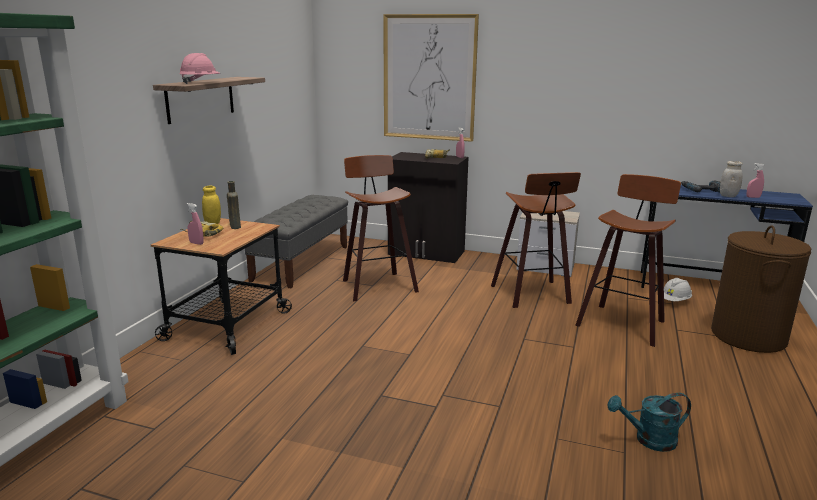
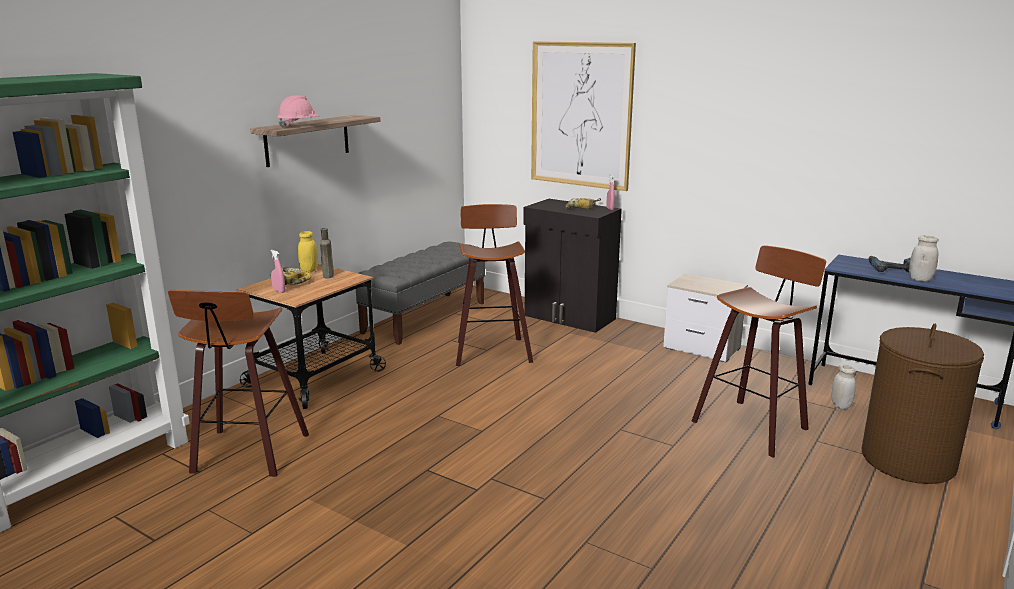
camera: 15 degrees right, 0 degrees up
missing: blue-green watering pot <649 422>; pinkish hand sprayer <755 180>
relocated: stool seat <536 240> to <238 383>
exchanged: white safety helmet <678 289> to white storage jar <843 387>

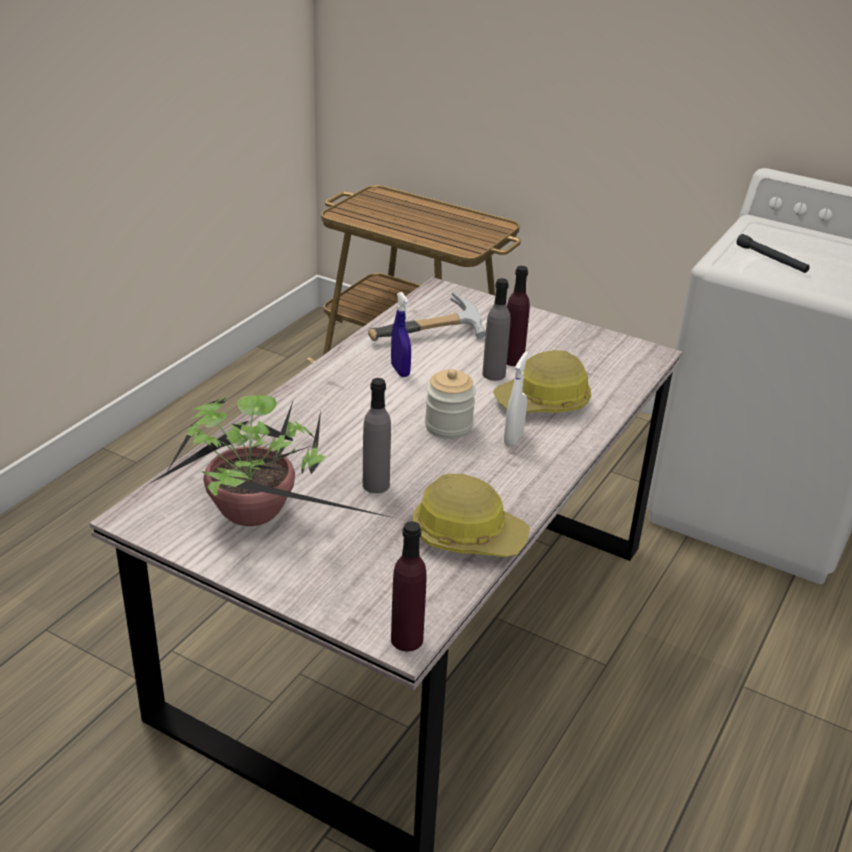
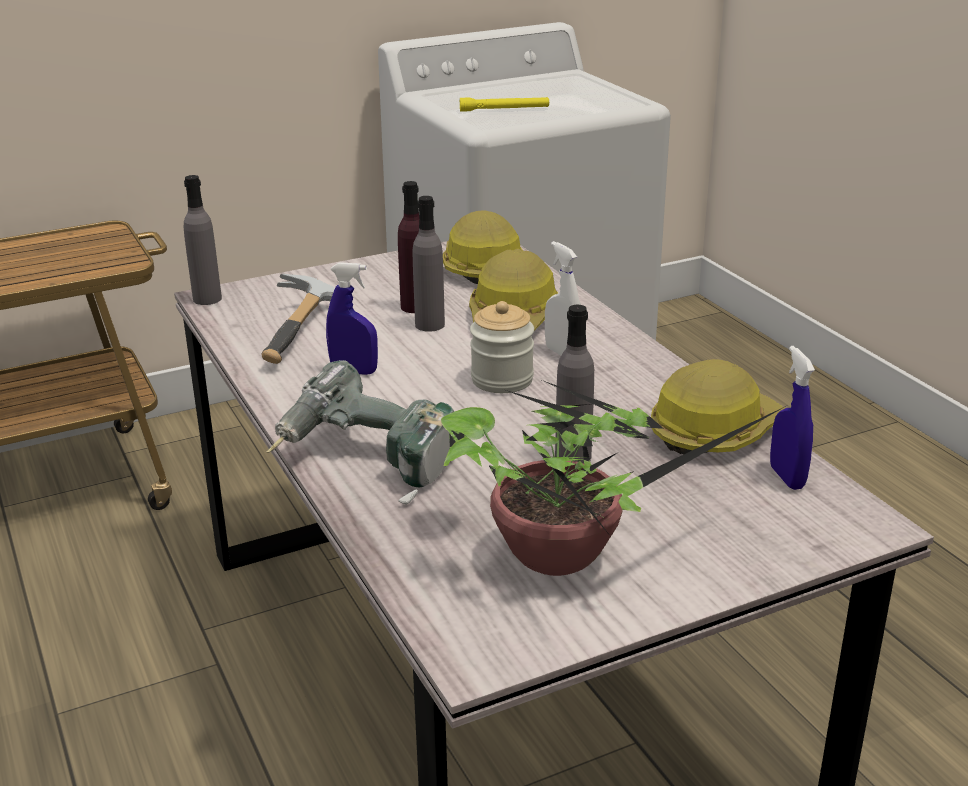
camera: 55 degrees left, 5 degrees down
missing: purple beverage bottle <409 586>
appeared: gray beverage bottle <203 240>; drill <360 432>; safety helmet <483 247>; bluish hand sprayer <792 418>
colour: black flashlight <773 253> to yellow flashlight <504 104>

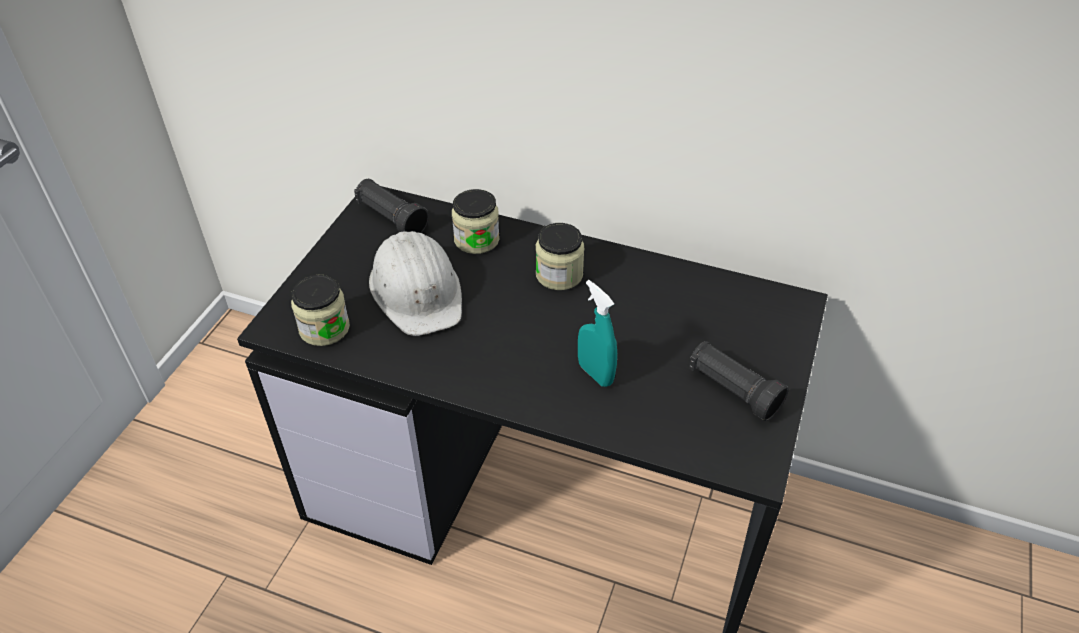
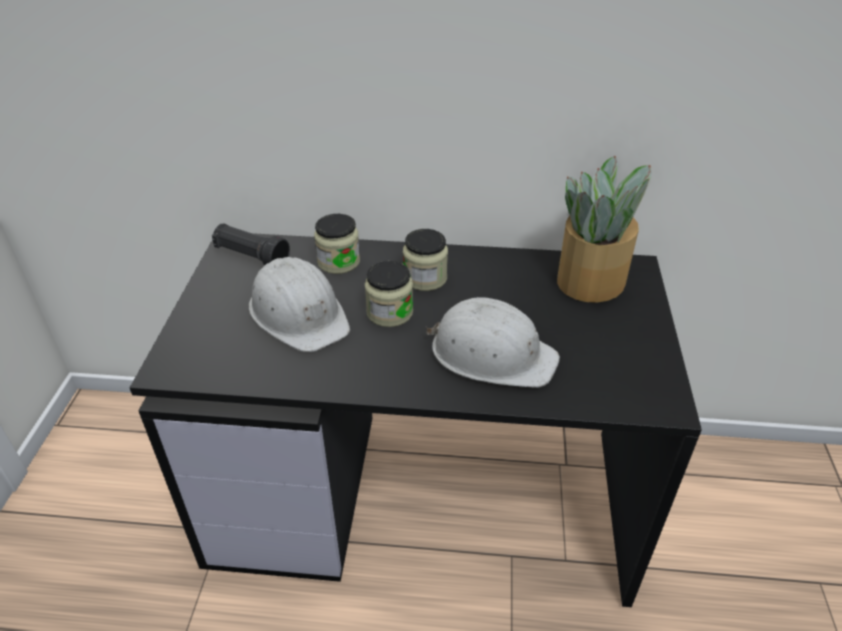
camera: 15 degrees left, 5 degrees down
missing: black flashlight <738 381>
appeared: houseplant <604 229>
relocated: storage jar <320 310> to <389 294>
exchanged: blue-green hand sprayer <597 333> to white safety helmet <493 342>

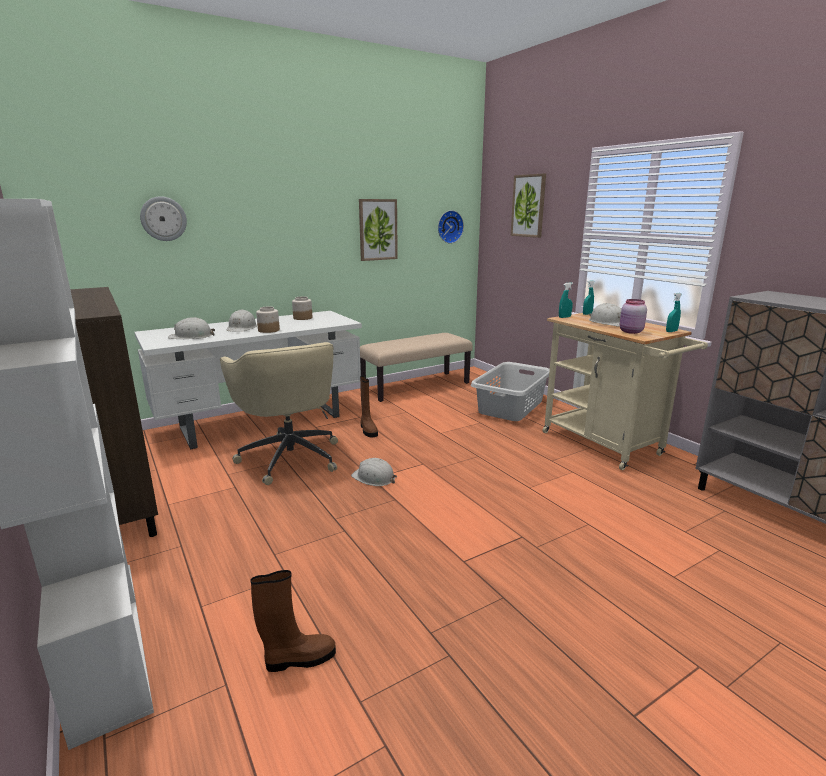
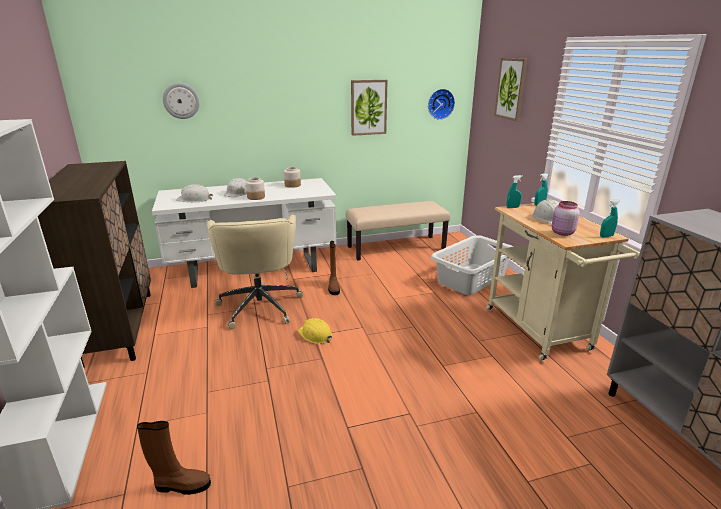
camera: 15 degrees right, 5 degrees up
colour: white safety helmet <374 472> to yellow safety helmet <315 331>

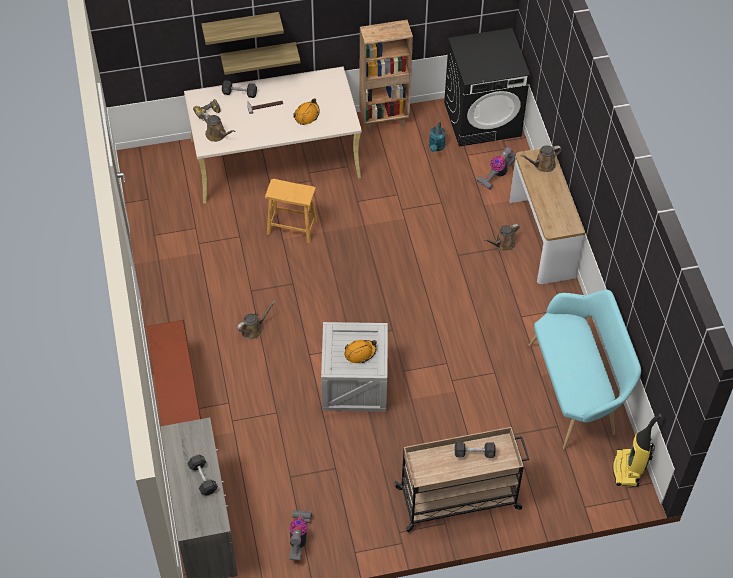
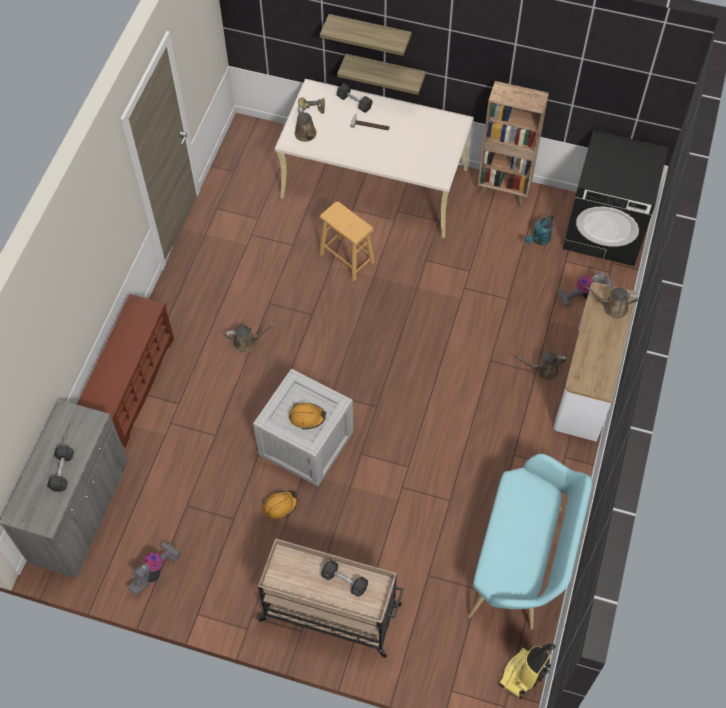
camera: 30 degrees right, 5 degrees up
relocated: orange-coloured safety helmet <306 111> to <280 505>

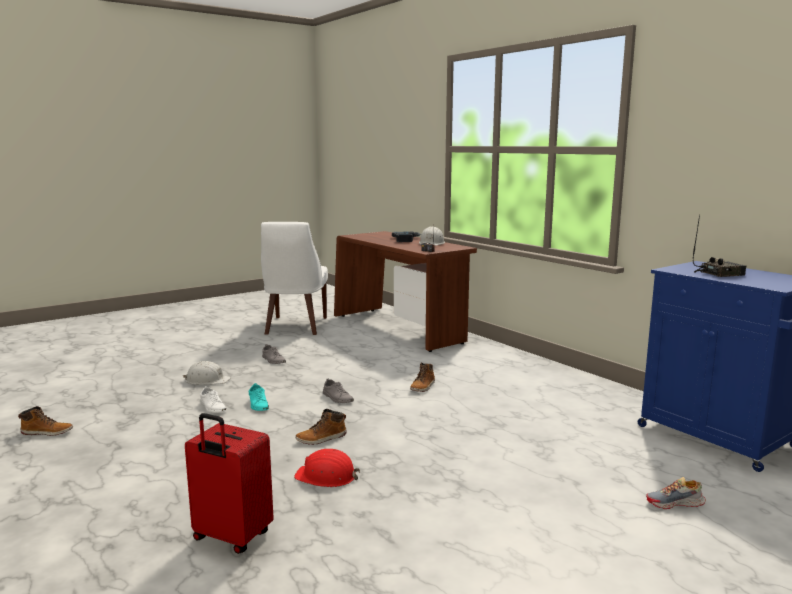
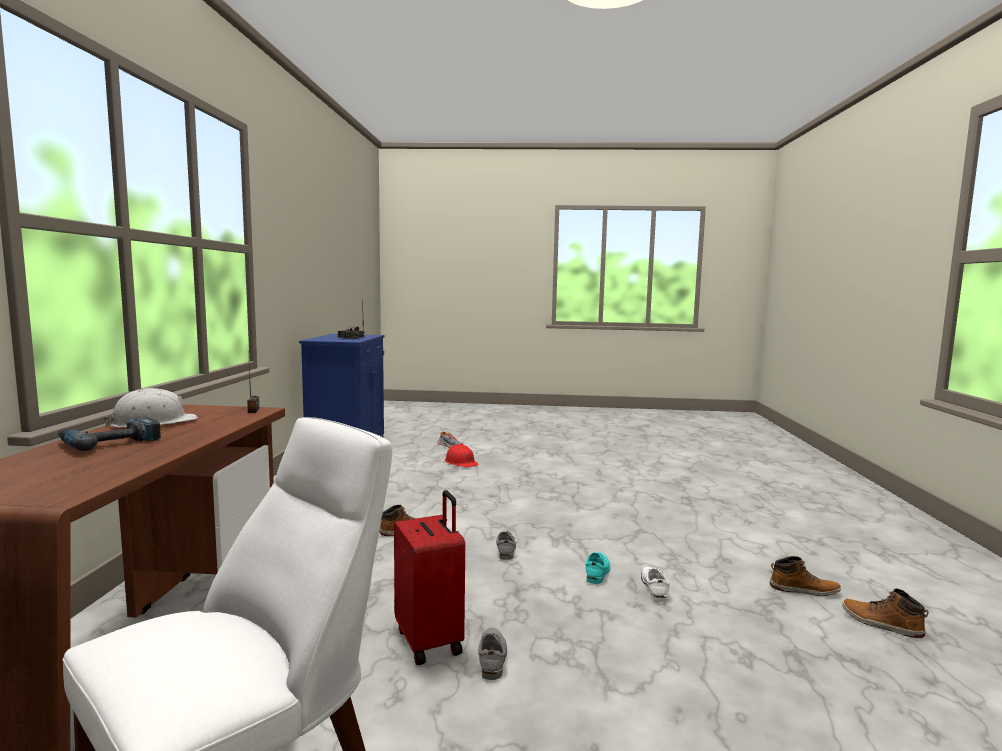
camera: 140 degrees left, 5 degrees down
missing: white safety helmet <207 373>
relocated: reddish piece of luggage <229 483> to <429 577>; reddish safety helmet <327 468> to <462 455>; boot <320 427> to <805 576>

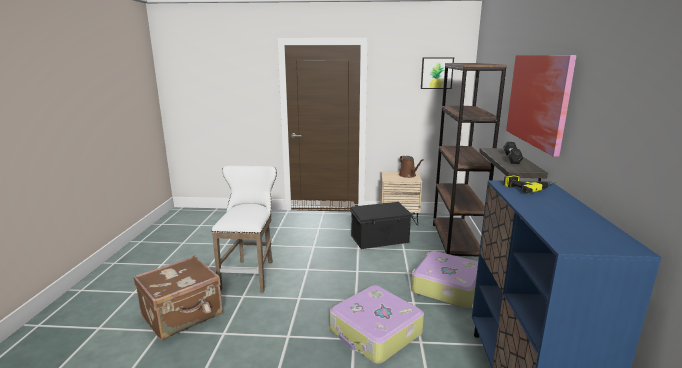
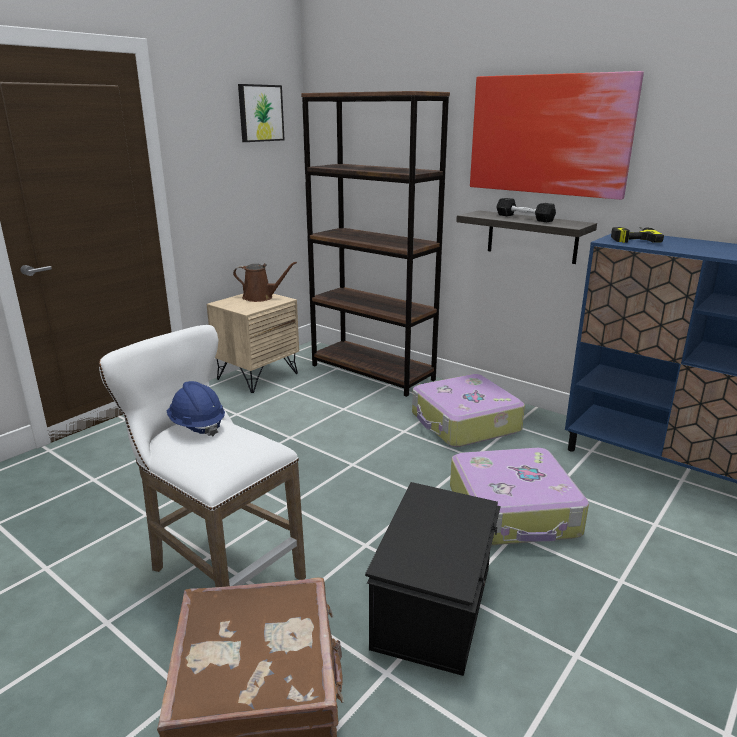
camera: 55 degrees left, 5 degrees up
appeared: bluish safety helmet <196 409>
relocated: black storage bin <381 225> to <433 579>

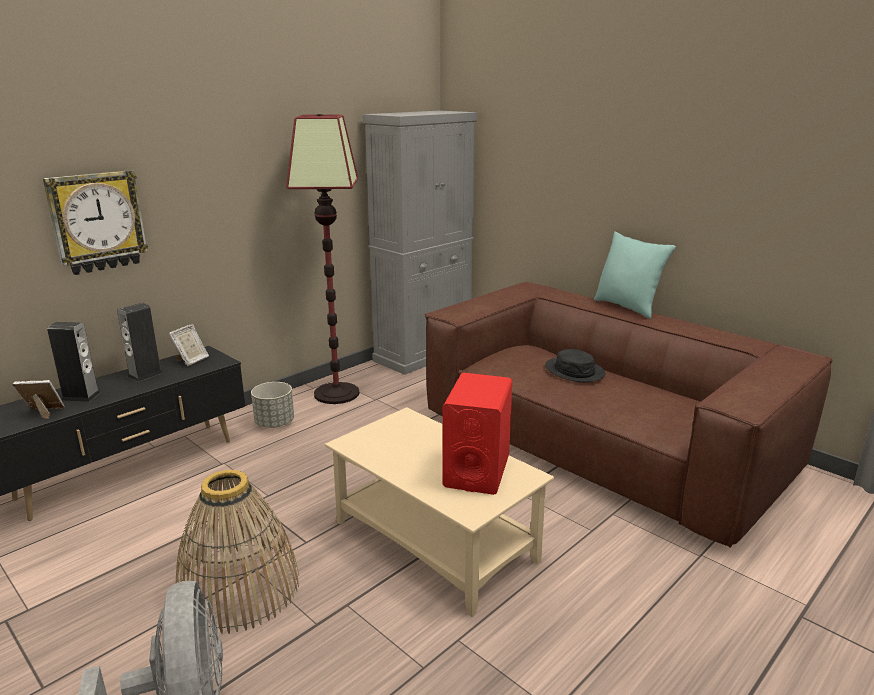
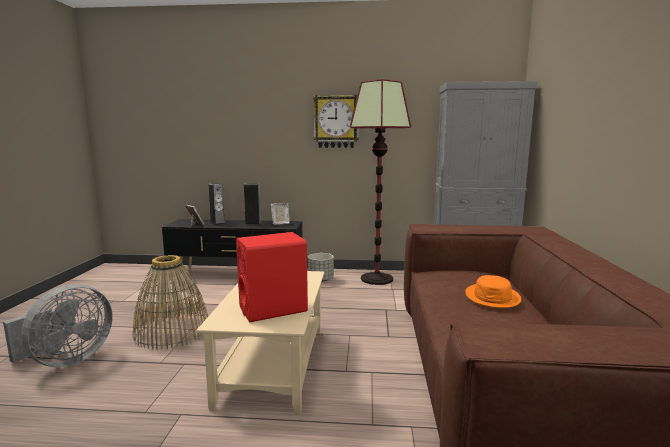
camera: 50 degrees right, 10 degrees down
missing: blue-green pillow <635 275>
relocated: wall clock <95 222> to <336 121>
colour: black wearable hat <575 365> to orange-coloured wearable hat <493 291>

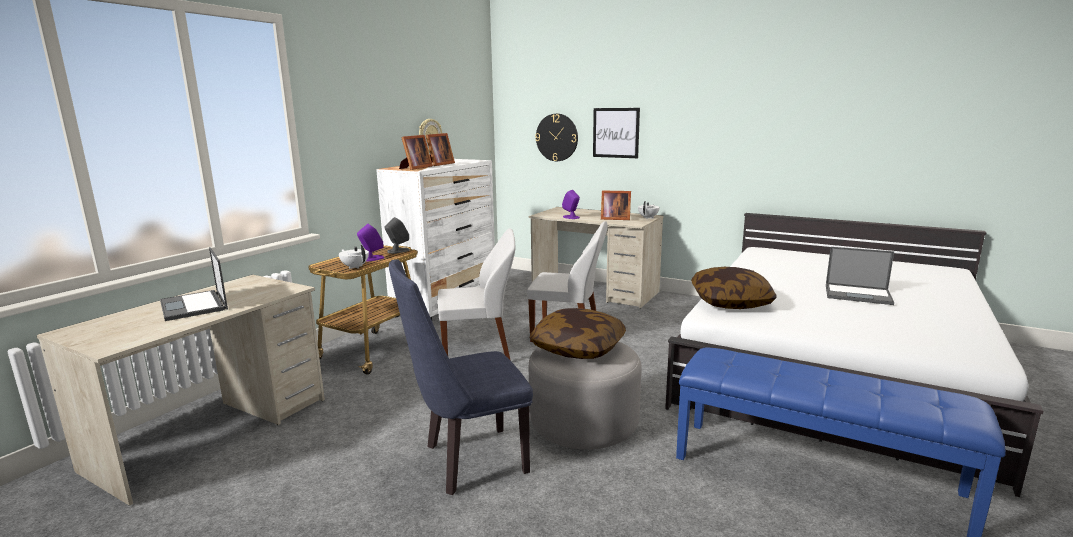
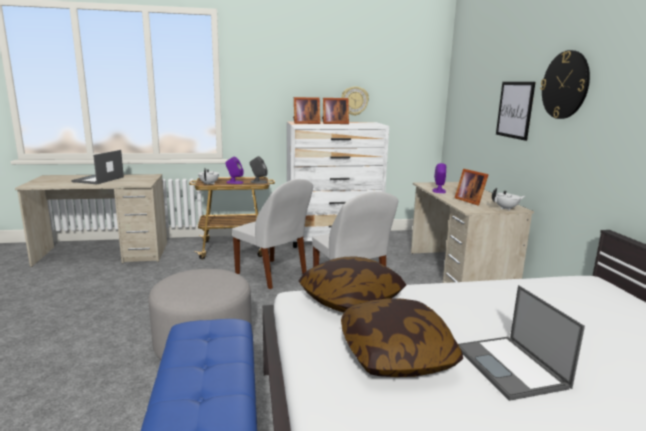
camera: 50 degrees right, 0 degrees up
missing: bluish chair <461 377>
relocated: pillow <578 333> to <402 338>; wall clock <556 137> to <565 84>

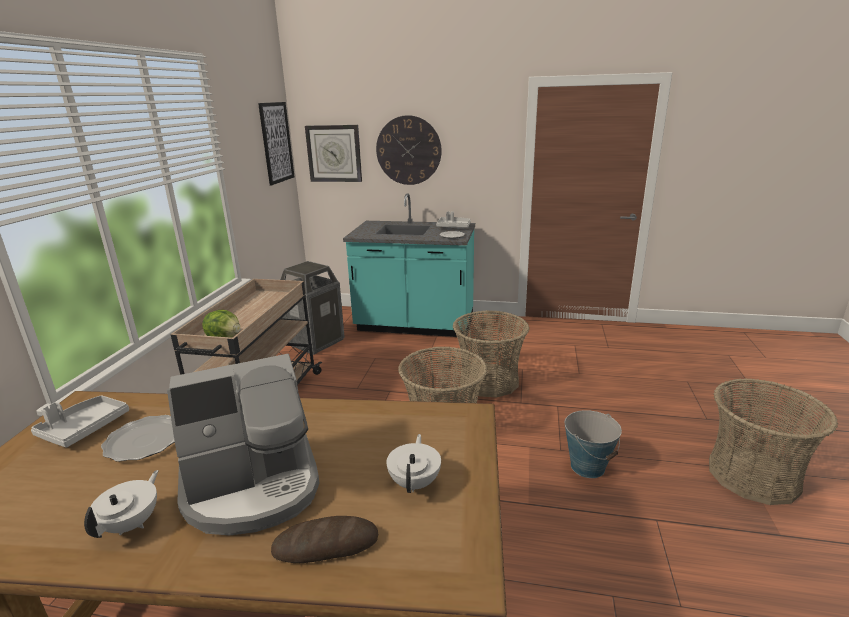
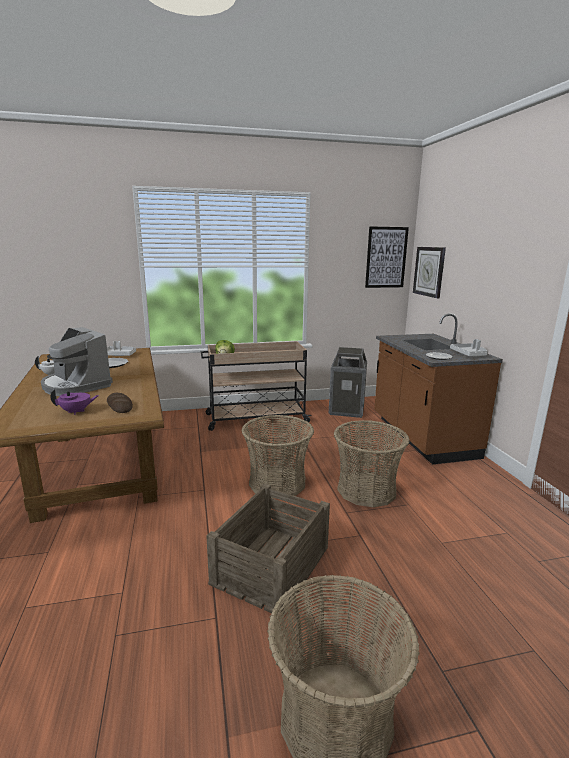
camera: 65 degrees right, 5 degrees down
missing: wall clock <409 150>
relocated: bread <324 539> to <120 403>
exchanged: bucket <593 444> to crate <268 549>
colour: blue-green kitchen counter <409 265> to brown-coloured kitchen counter <438 389>; white tea pot <413 463> to purple tea pot <75 402>

